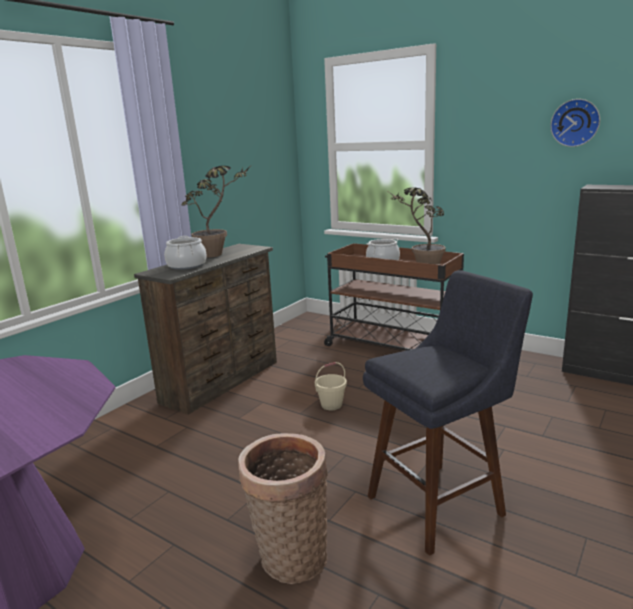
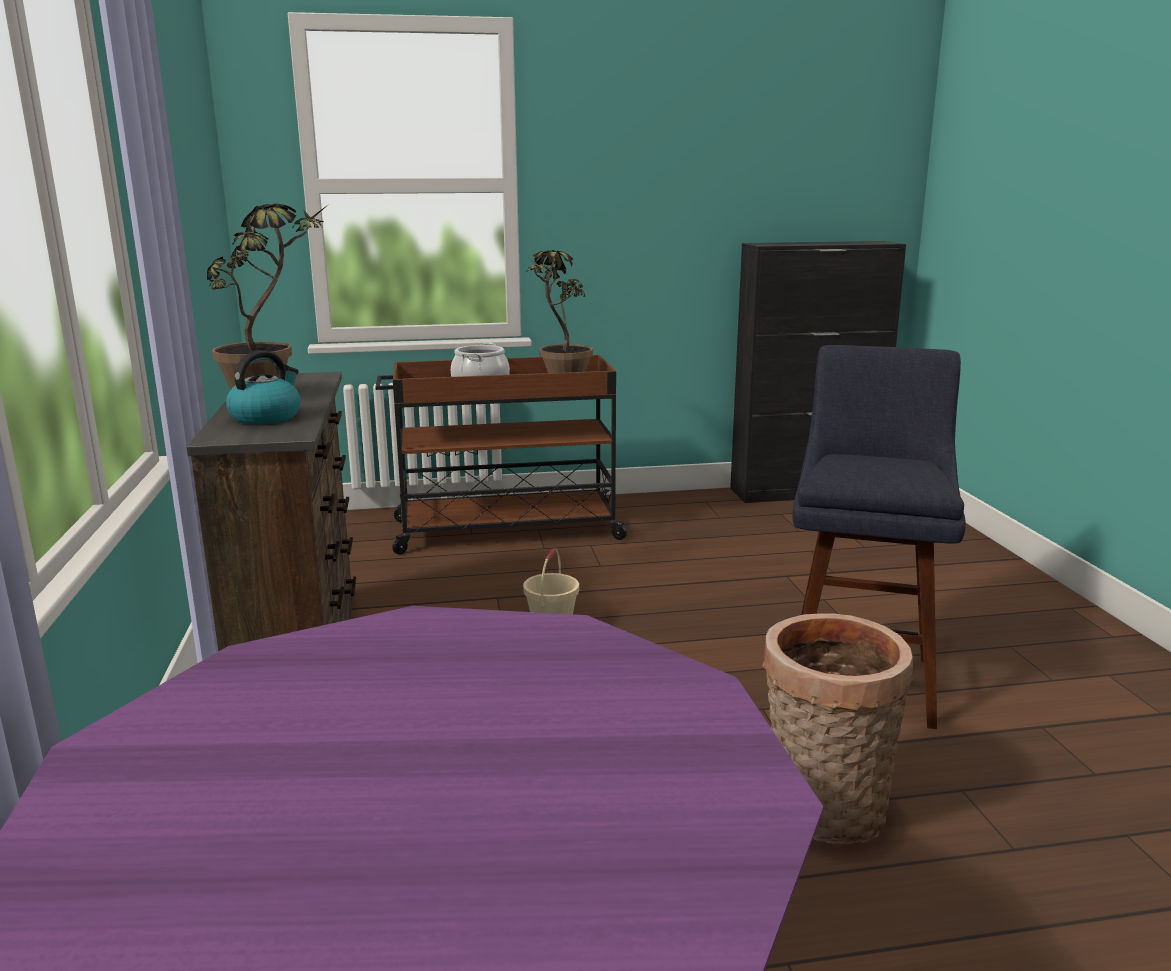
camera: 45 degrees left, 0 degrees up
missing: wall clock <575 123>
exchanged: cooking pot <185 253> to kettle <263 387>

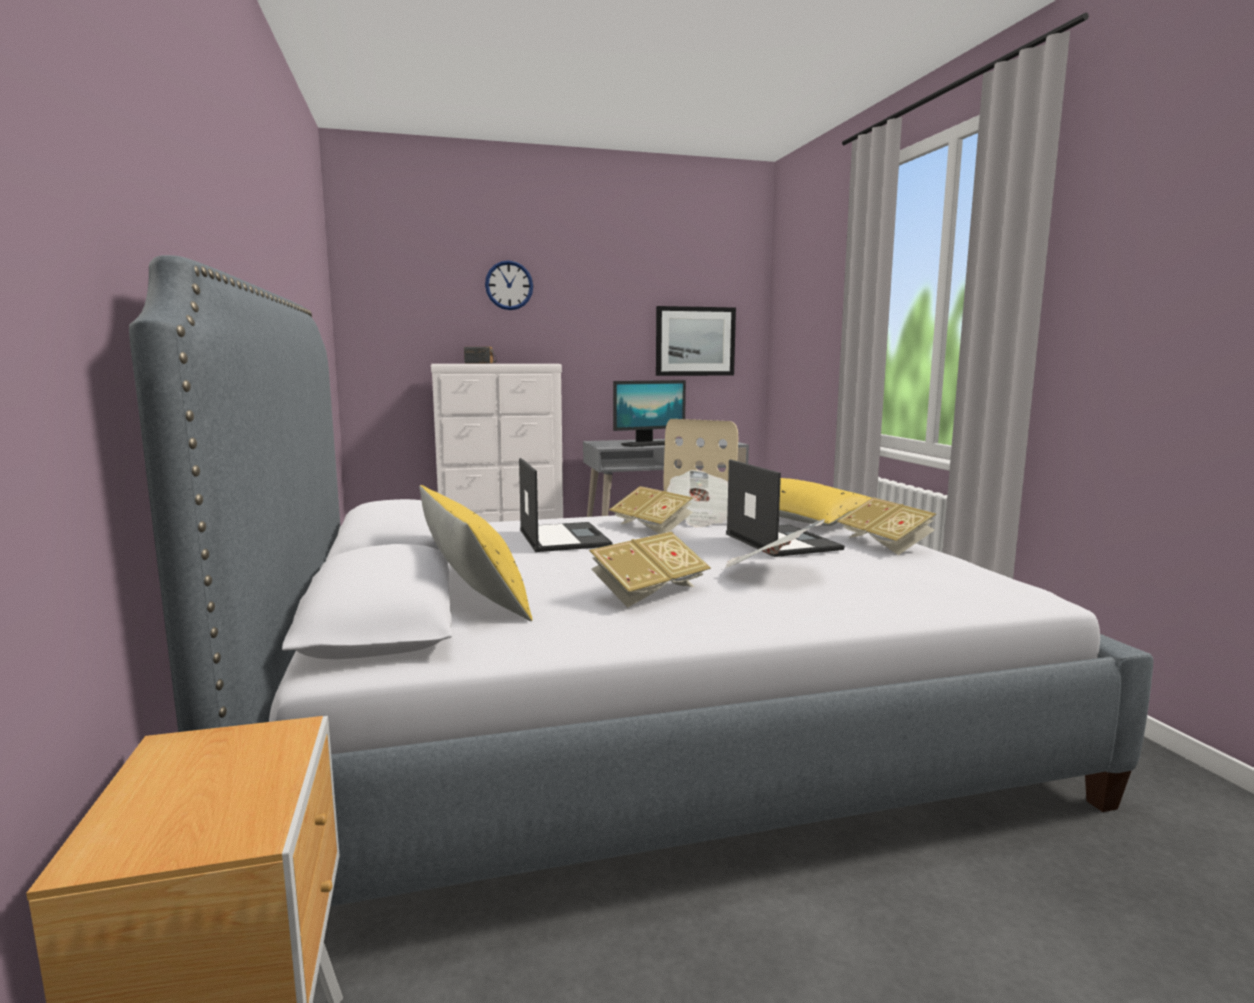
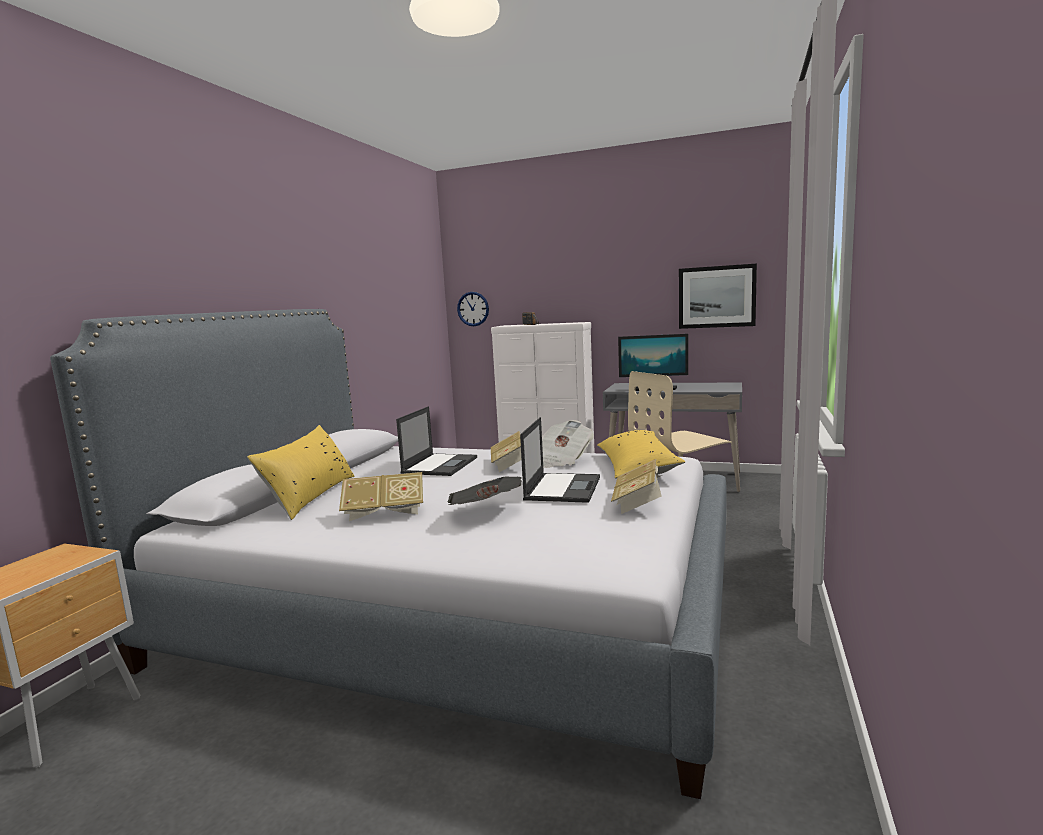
camera: 35 degrees right, 0 degrees up
relocated: wall clock <509 285> to <473 309>

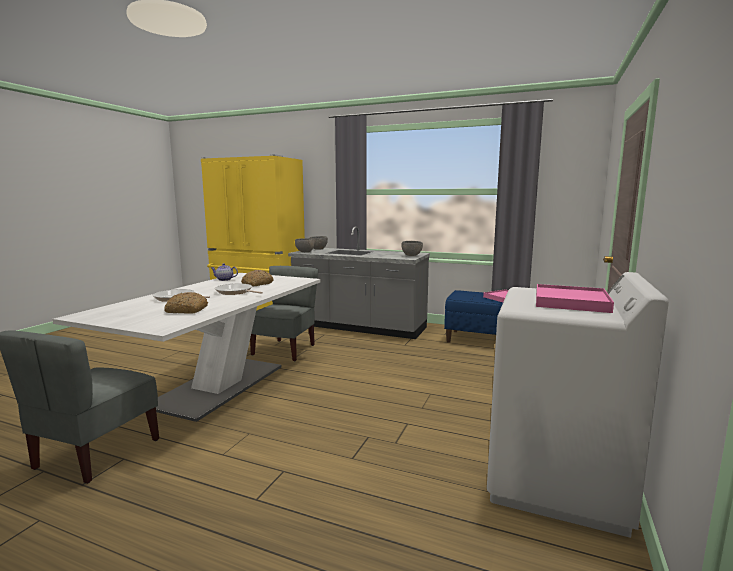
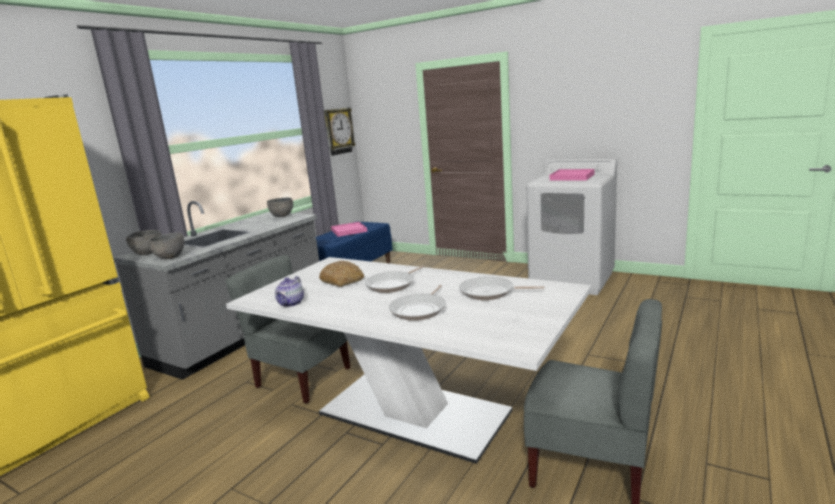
camera: 80 degrees left, 5 degrees up
appeared: wall clock <340 132>
exchanged: bread <186 303> to pan <502 288>

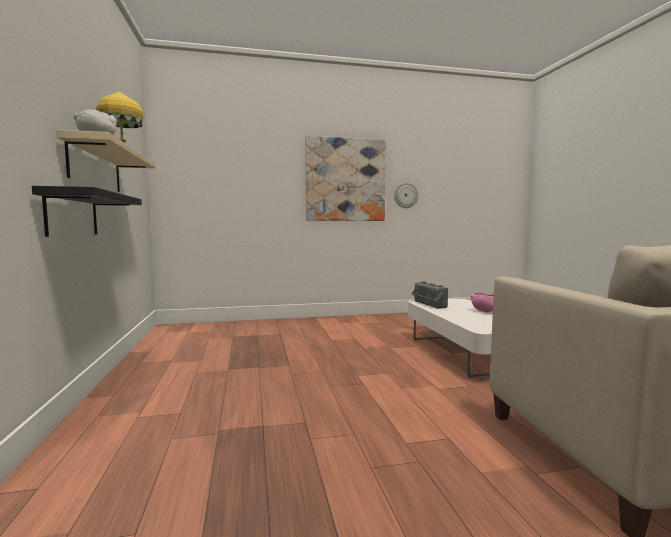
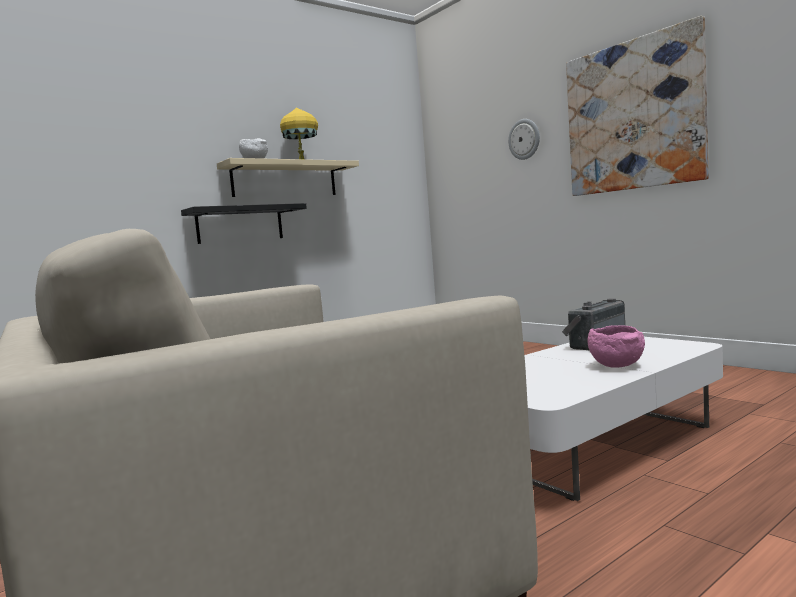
camera: 65 degrees right, 0 degrees up
relocated: wall clock <406 195> to <524 139>

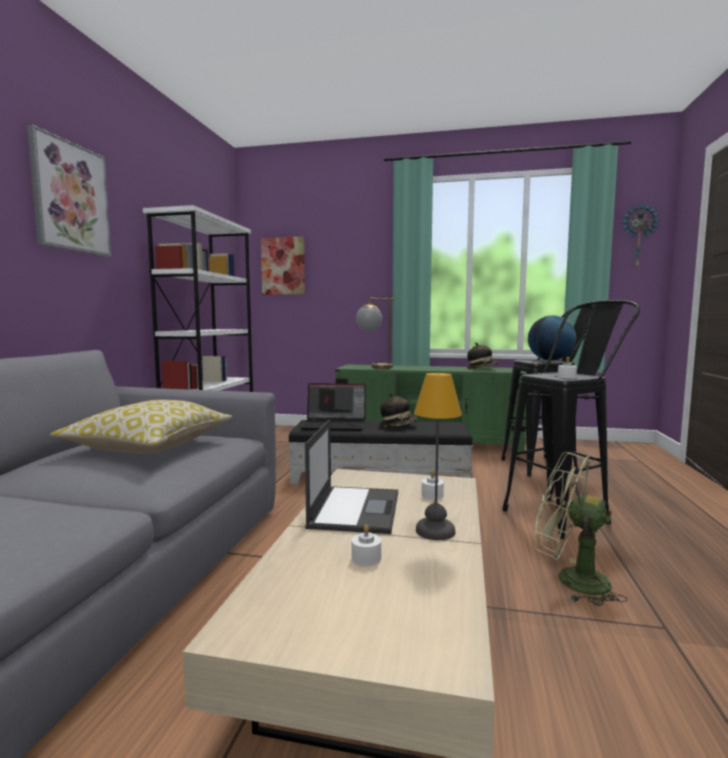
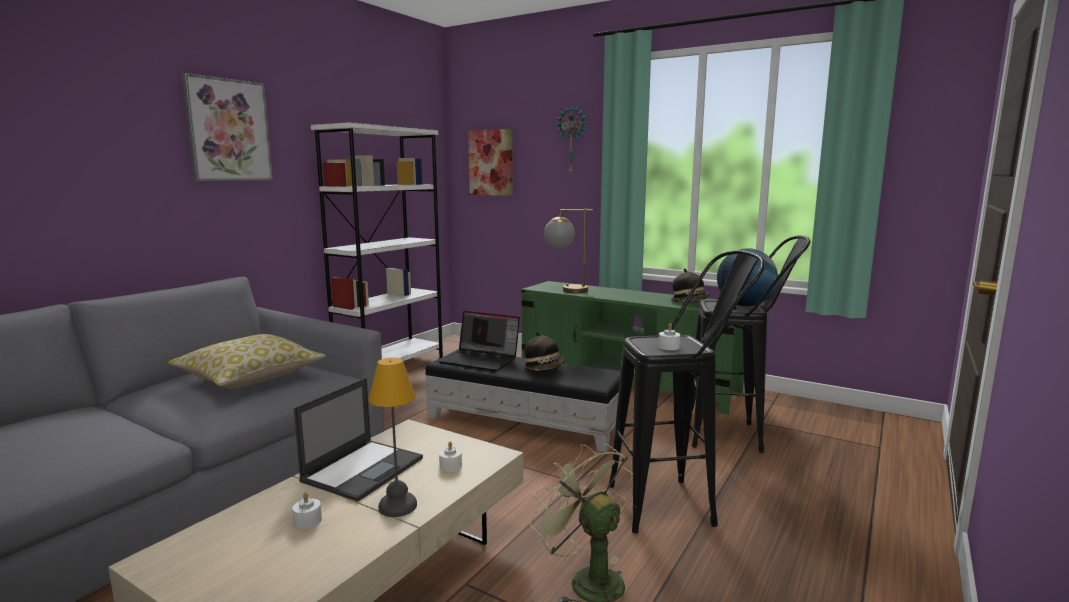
camera: 20 degrees right, 5 degrees up
relocated: wall clock <641 235> to <571 139>

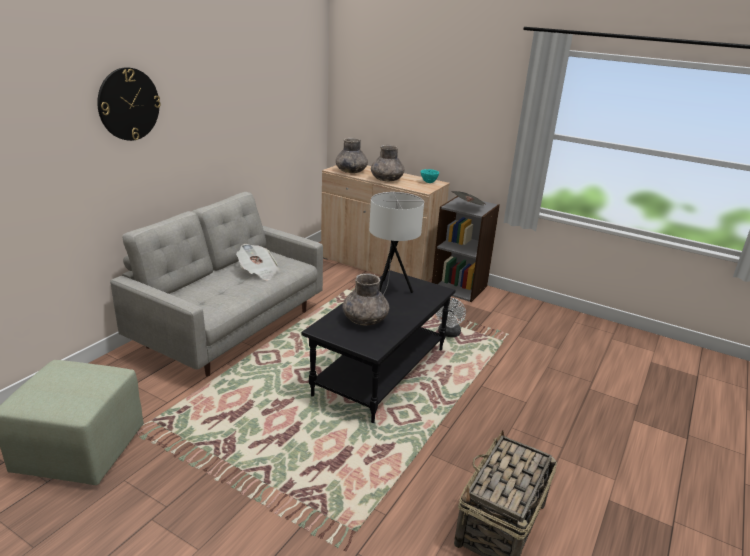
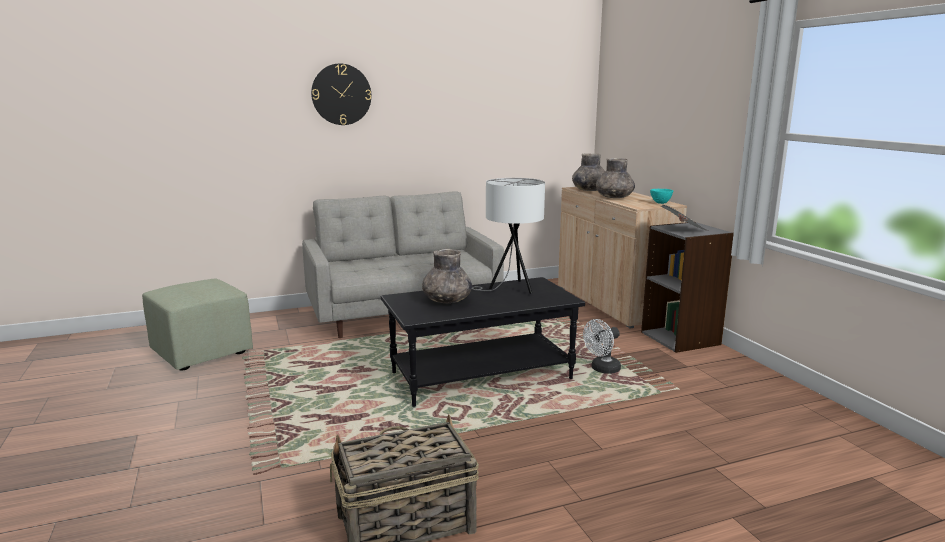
camera: 40 degrees right, 10 degrees down
missing: printed paper <258 262>

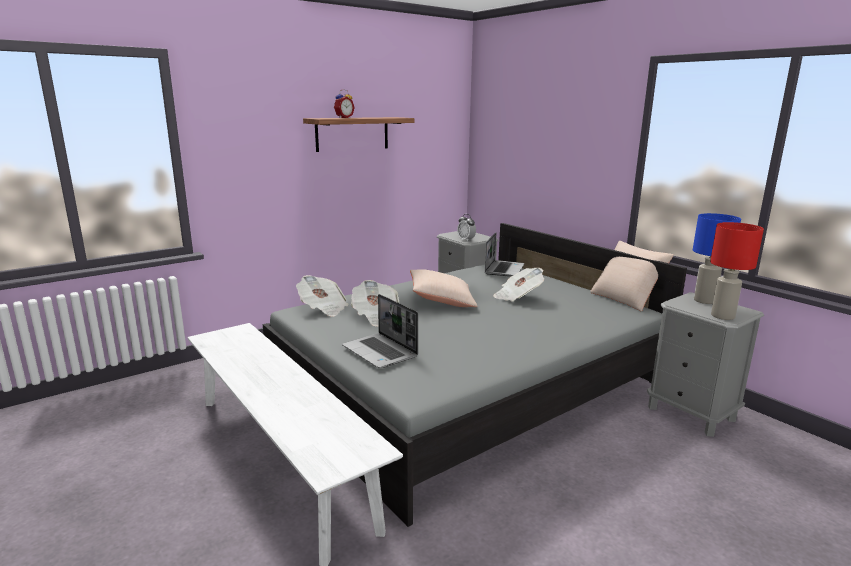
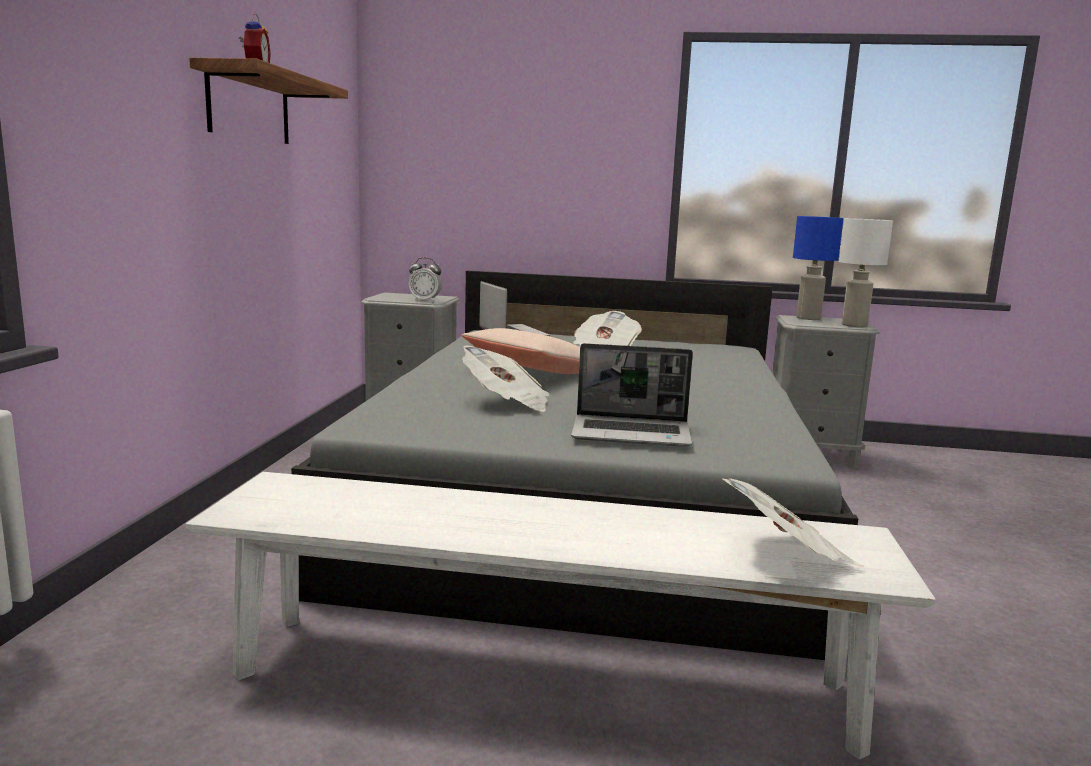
camera: 45 degrees left, 5 degrees down
missing: beige-coloured pillow <632 276>
relocated: printed paper <322 296> to <793 522>
colour: reddish tabletop lamp <737 271> to white tabletop lamp <865 272>

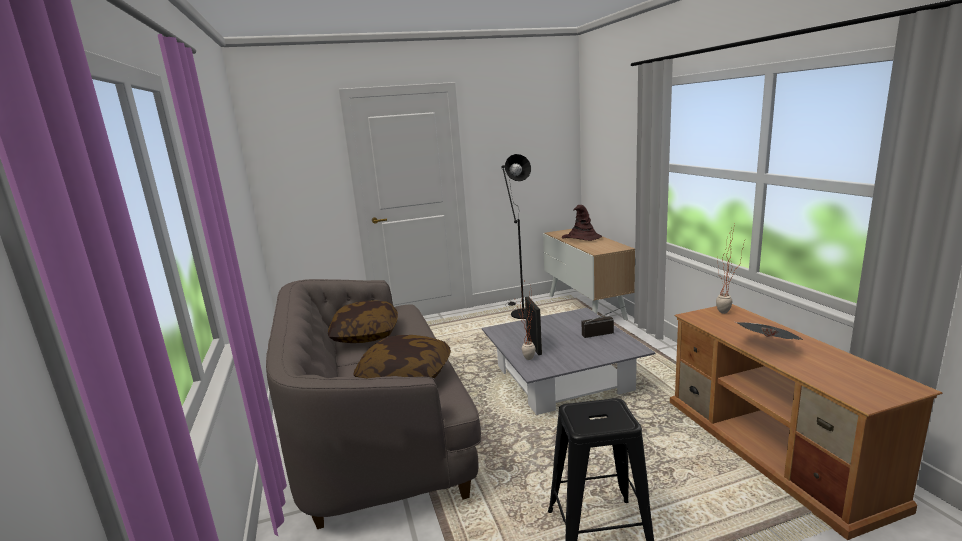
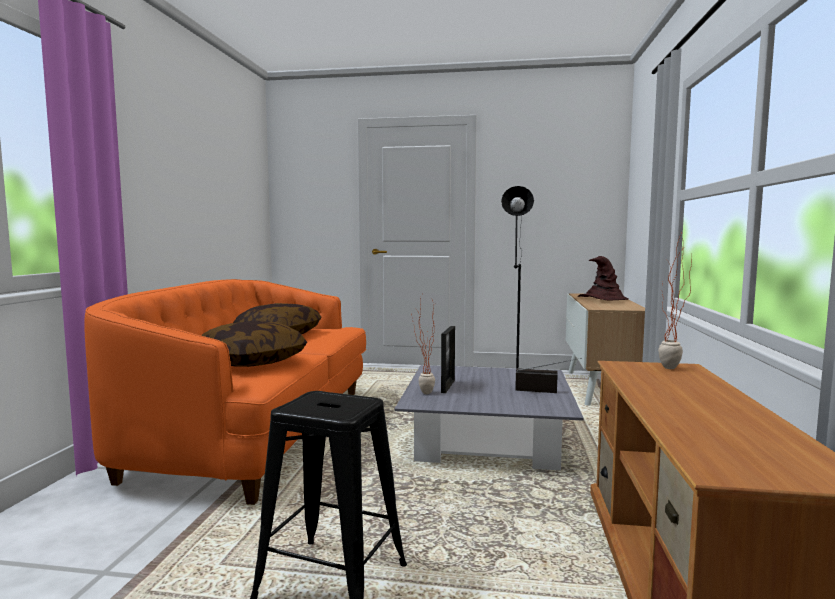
camera: 25 degrees right, 10 degrees down
missing: printed paper <769 331>
colour: gray sofa <373 404> to orange-coloured sofa <225 392>

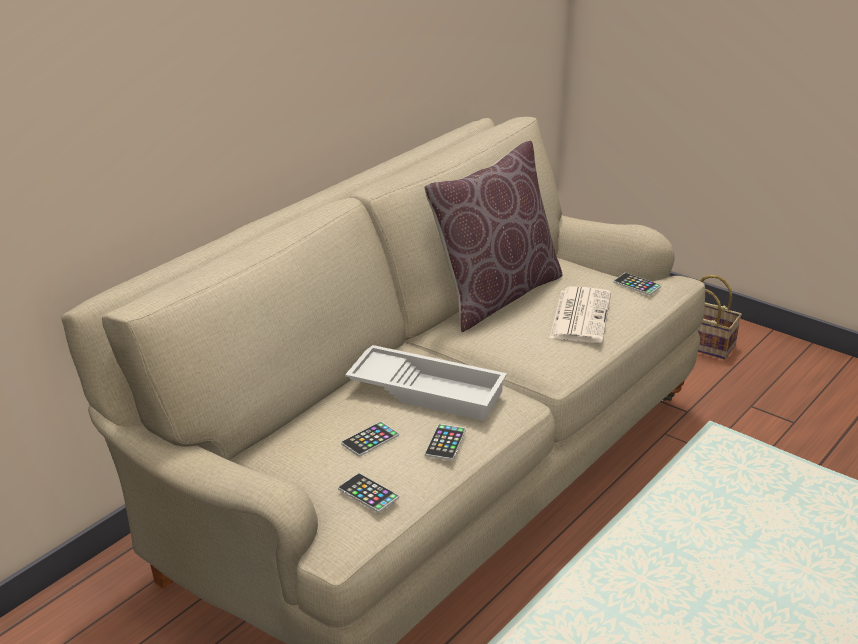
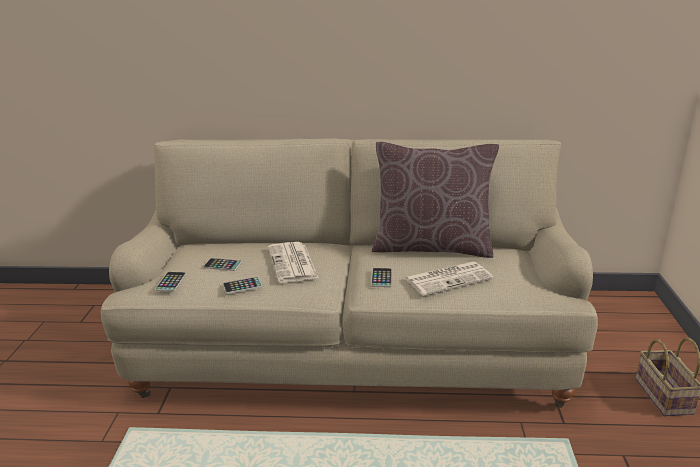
camera: 55 degrees right, 5 degrees down
relocated: handset <637 284> to <381 277>
exchanged: white carrying tray <426 383> to printed paper <293 262>

